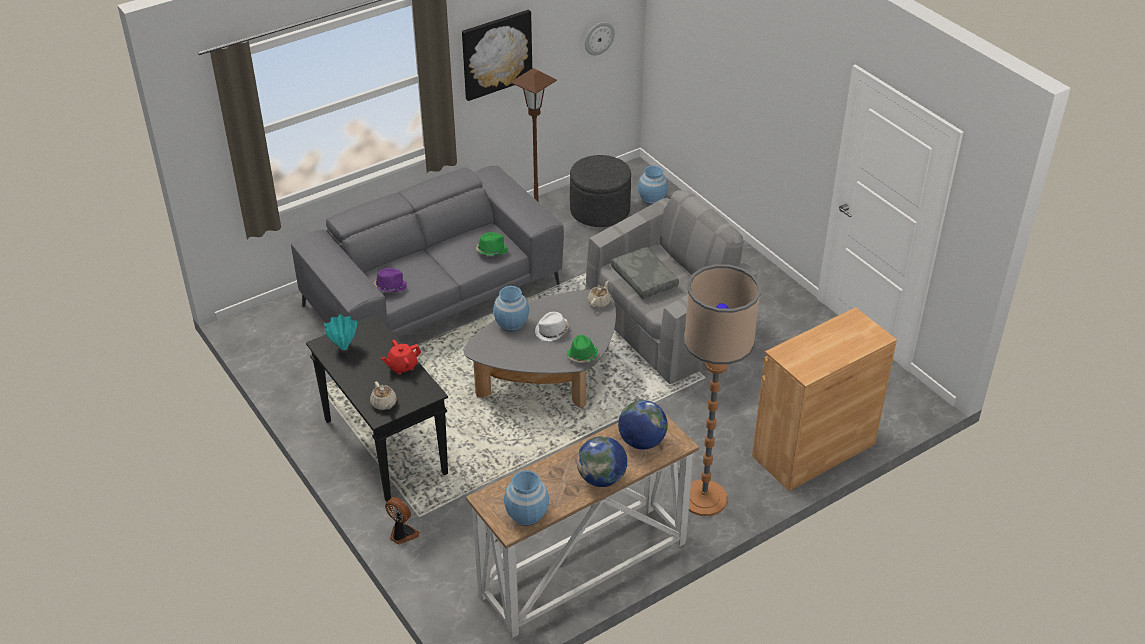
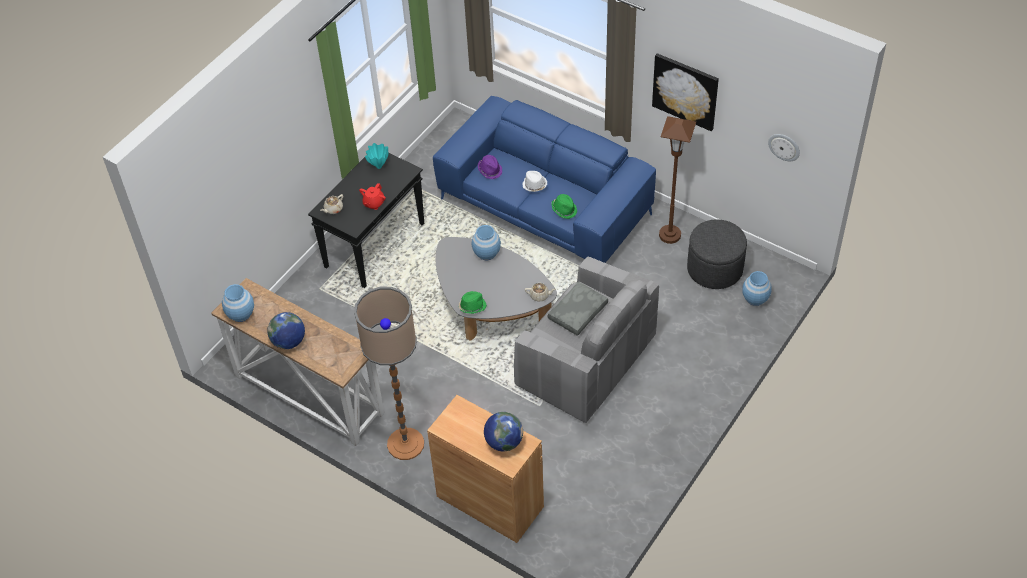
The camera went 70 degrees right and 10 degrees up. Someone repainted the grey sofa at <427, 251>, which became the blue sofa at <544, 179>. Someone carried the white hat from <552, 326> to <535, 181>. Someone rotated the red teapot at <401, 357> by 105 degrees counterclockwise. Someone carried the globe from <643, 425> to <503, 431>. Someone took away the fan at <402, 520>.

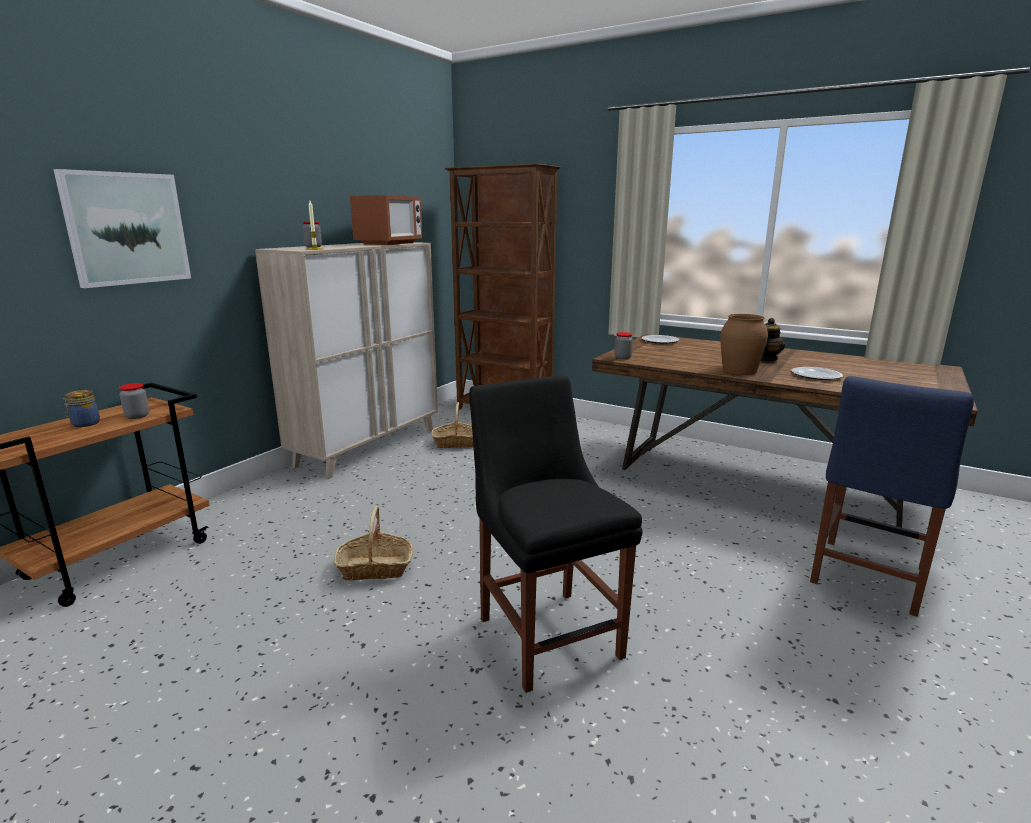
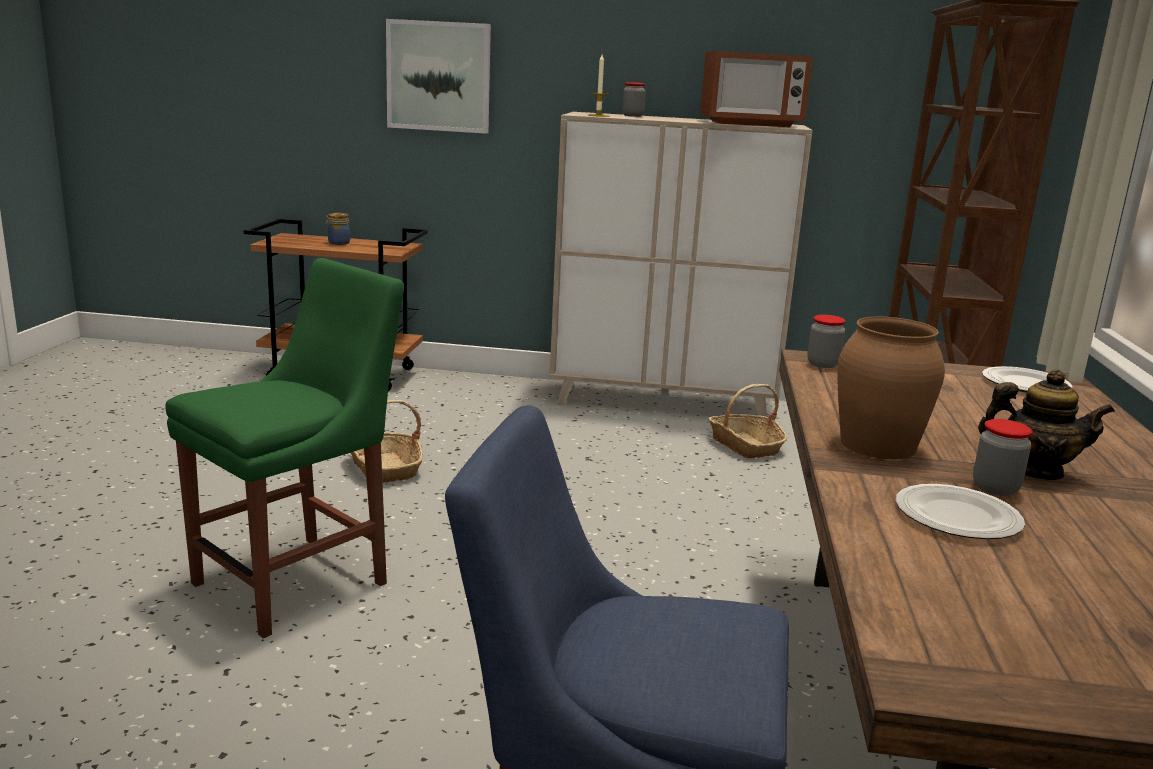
The camera went 65 degrees right and 0 degrees up. Someone repainted the black chair at <556, 534>, which became the green chair at <284, 448>. Someone carried the jar from <134, 401> to <1003, 457>.

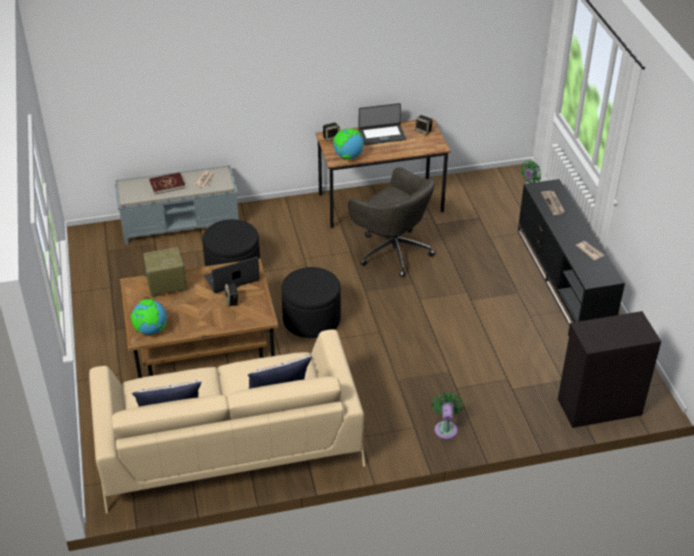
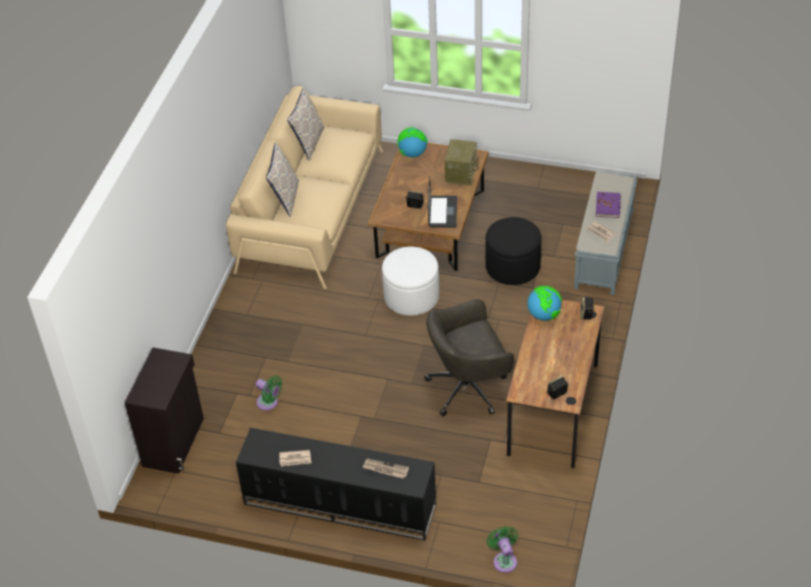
The camera went 120 degrees right and 5 degrees up. Someone took away the laptop at <382, 124>. Someone repainted the red book at <167, 183>, which became the purple book at <608, 205>. Someone repainted the black ottoman at <311, 302>, which became the white ottoman at <410, 281>. Someone carried the green fan from <448, 415> to <269, 393>.

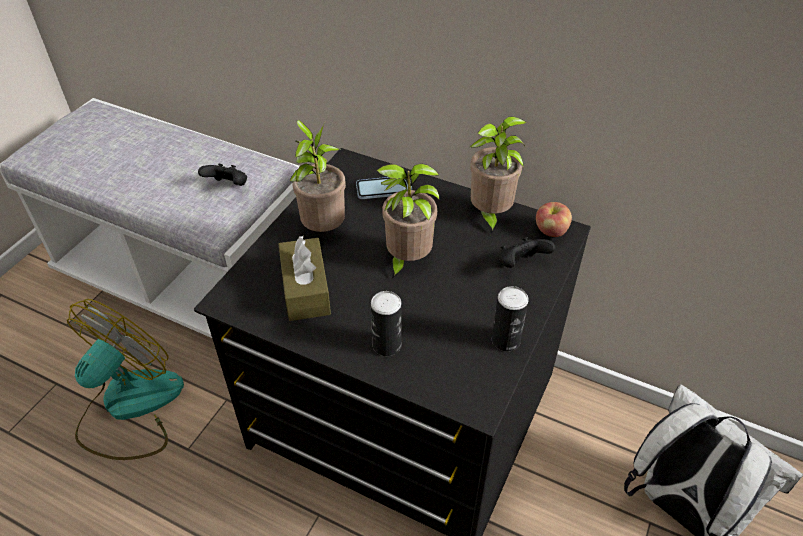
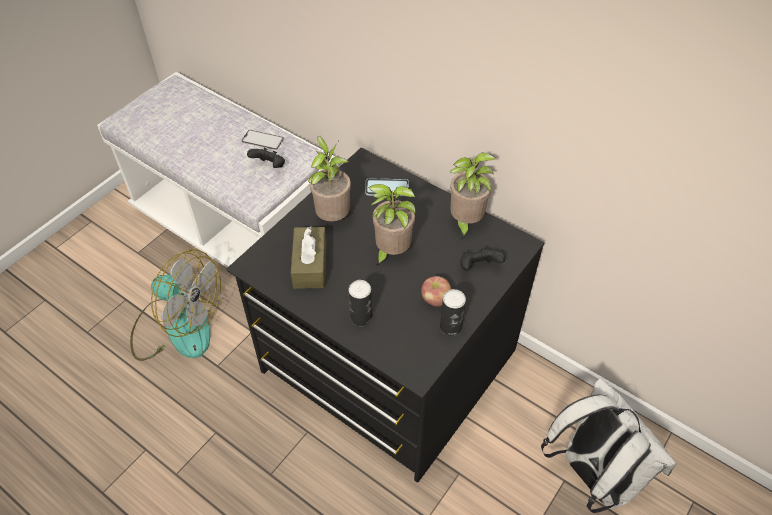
The camera went 10 degrees right and 5 degrees up. Someone carried the apple from <554, 219> to <436, 291>. Someone rotated the fan at <125, 379> by 75 degrees clockwise. Someone put down the phone at <263, 140>.

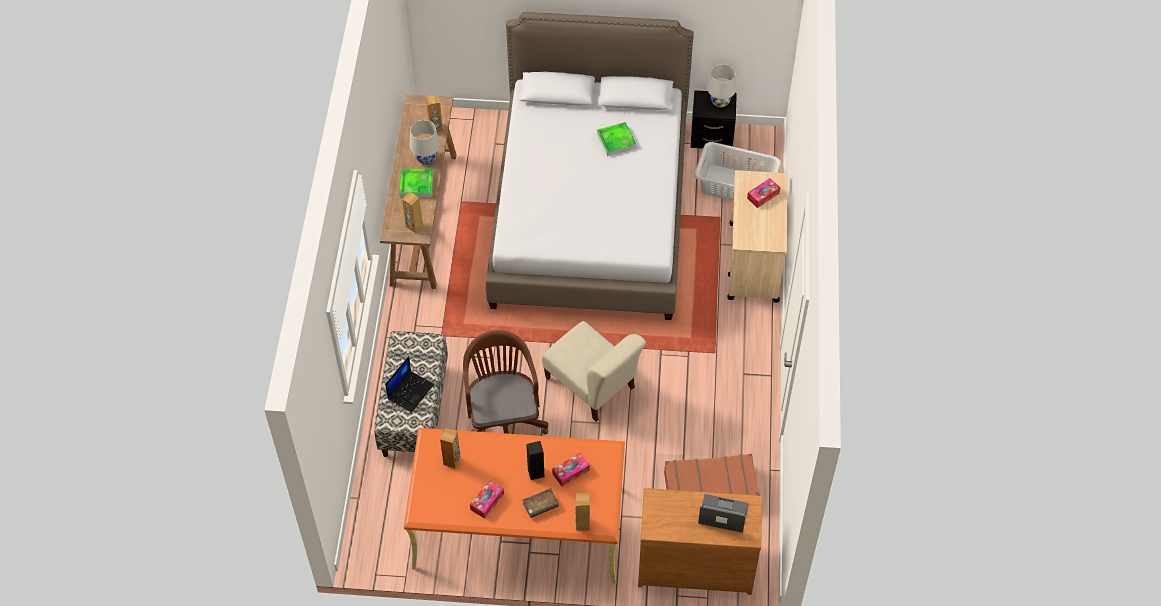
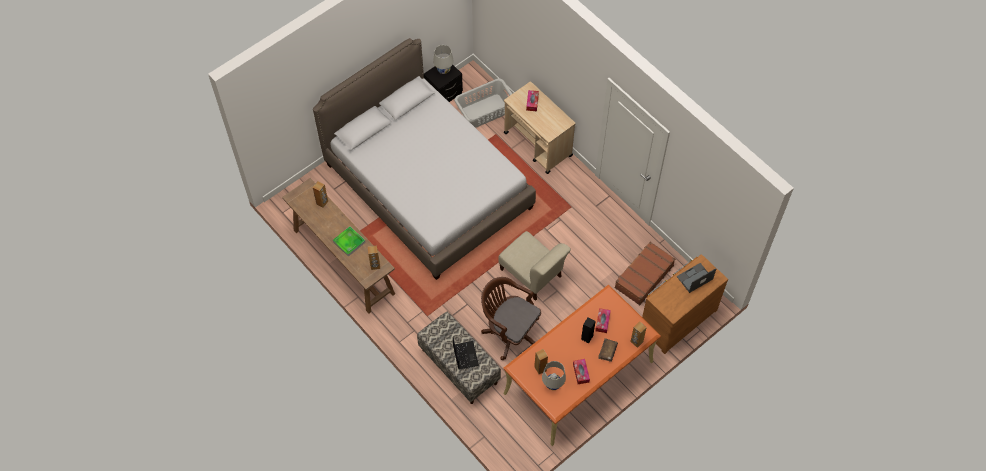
The camera went 45 degrees left and 5 degrees up. Someone carried the white table lamp from <425, 142> to <554, 375>. Someone took away the tray at <616, 139>. Someone rotated the beige chair at <594, 371> by 45 degrees clockwise.

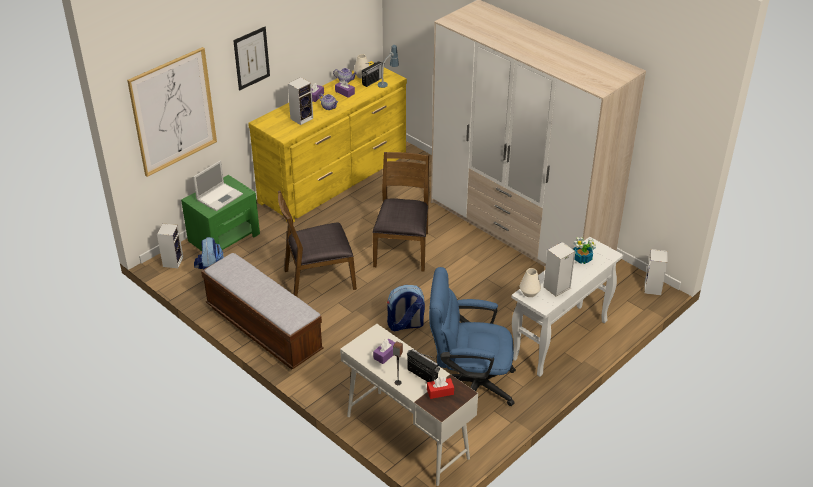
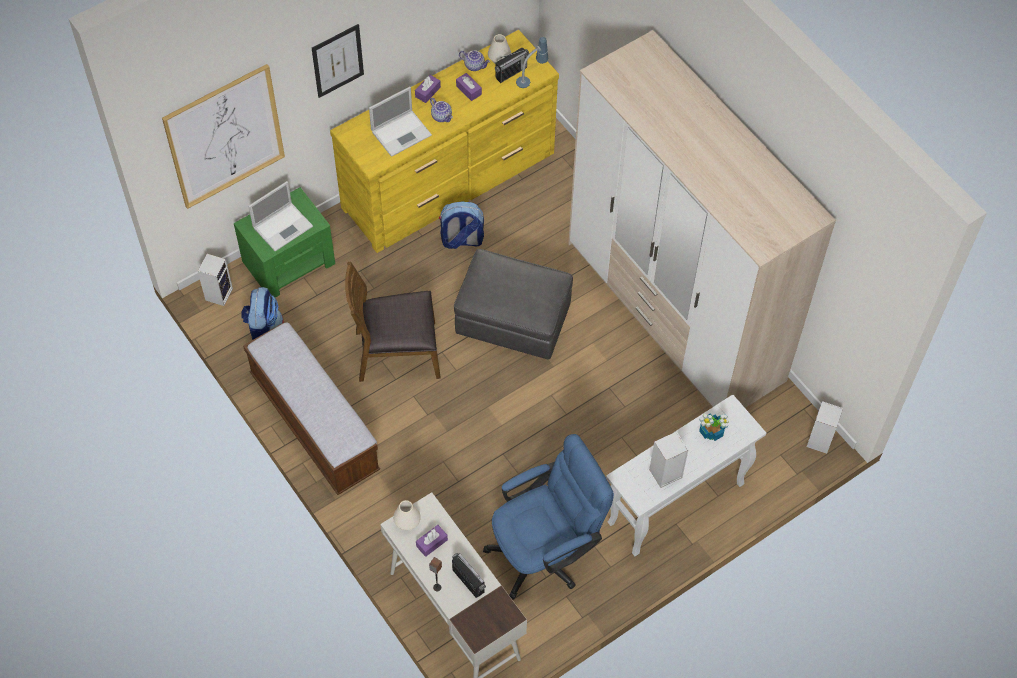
The camera went 10 degrees right and 20 degrees up. Someone swapped the speaker at <300, 101> for the laptop at <400, 122>. Someone swapped the brown chair at <400, 211> for the grey ottoman at <513, 304>. Someone rotated the blue office chair at <472, 336> by 135 degrees clockwise. Someone carried the white vase from <530, 282> to <407, 515>. Someone carried the backpack from <406, 308> to <461, 225>. Someone took away the red tissue box at <440, 387>.

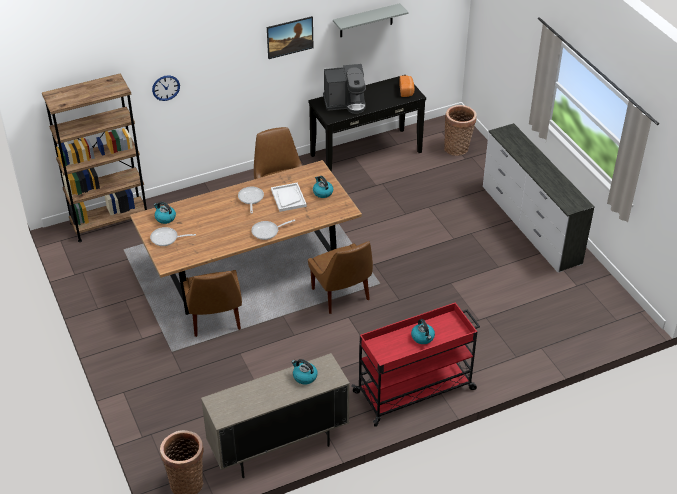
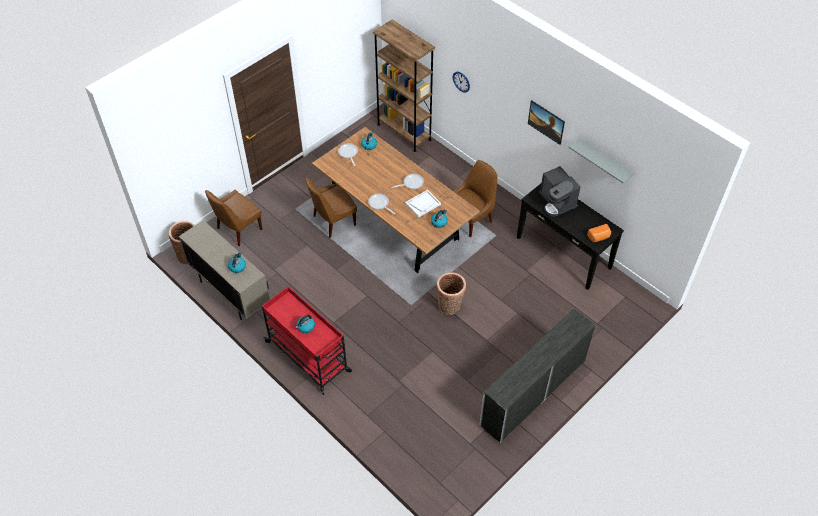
The camera went 70 degrees right and 10 degrees up. Someone carried the basket from <460, 130> to <451, 293>. Someone carried the brown chair from <340, 277> to <233, 218>.

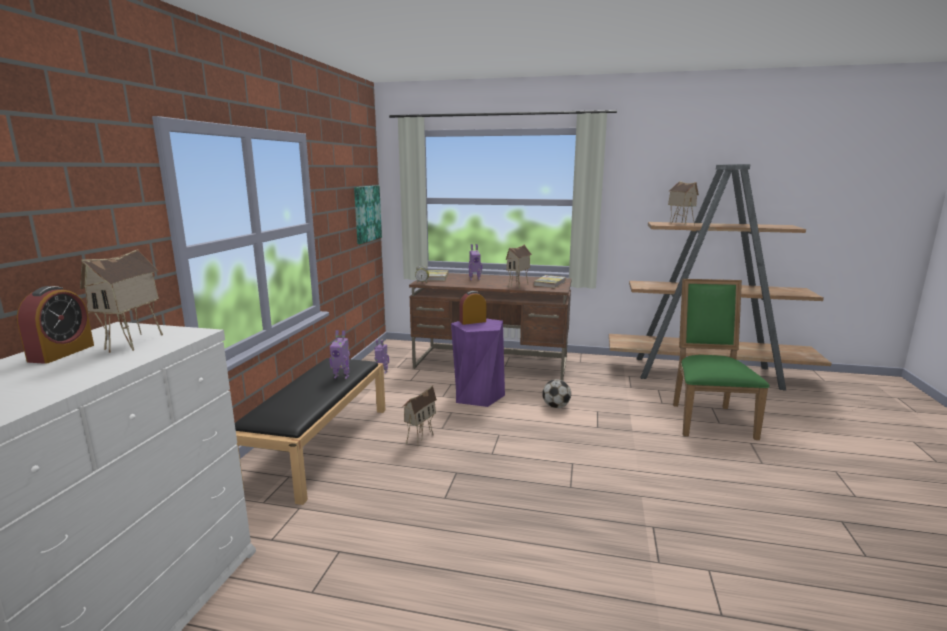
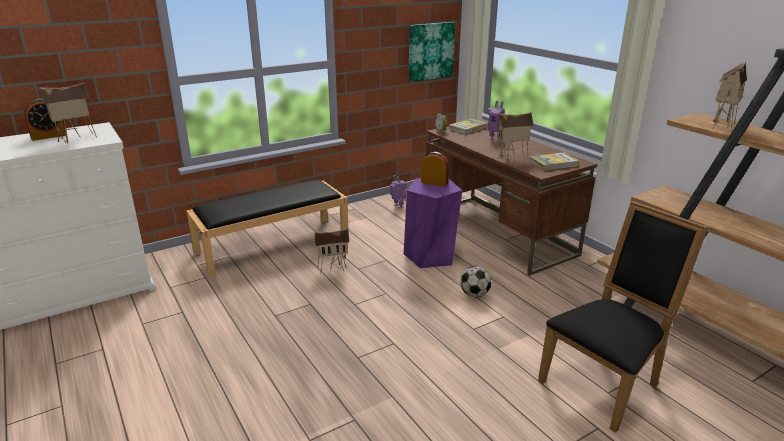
The camera went 45 degrees right and 10 degrees up. Someone repainted the green chair at <721, 359>, which became the black chair at <623, 317>. Someone took away the toy robot at <340, 354>.

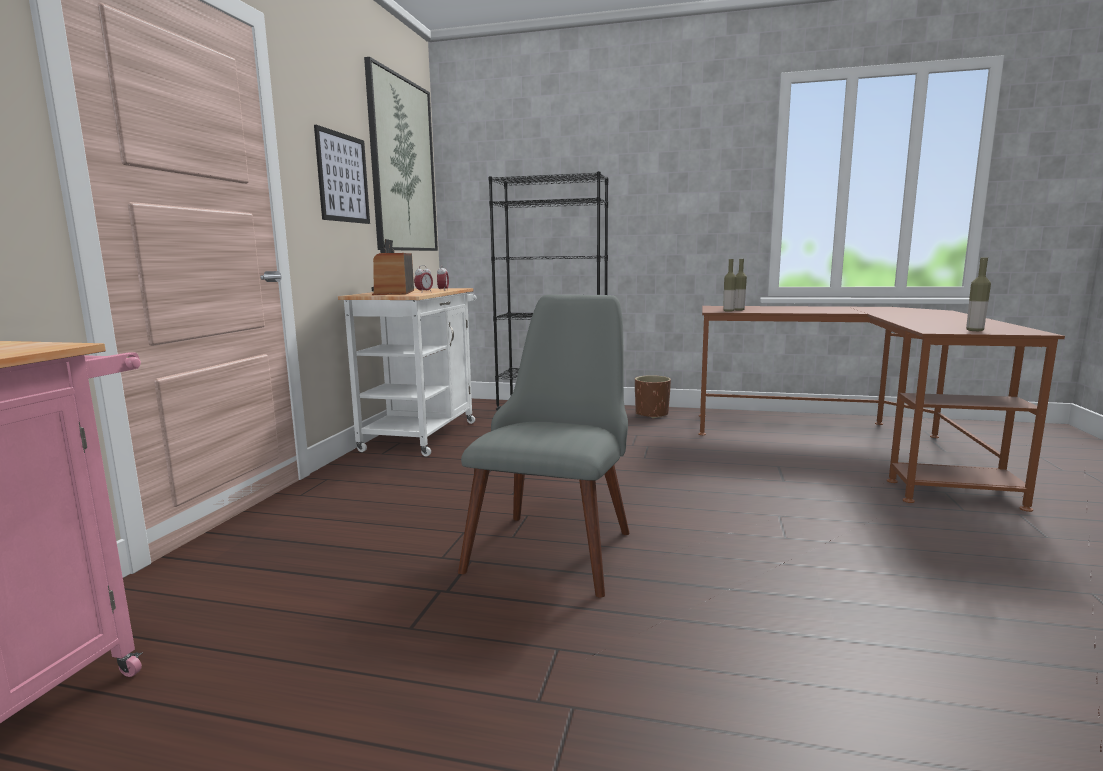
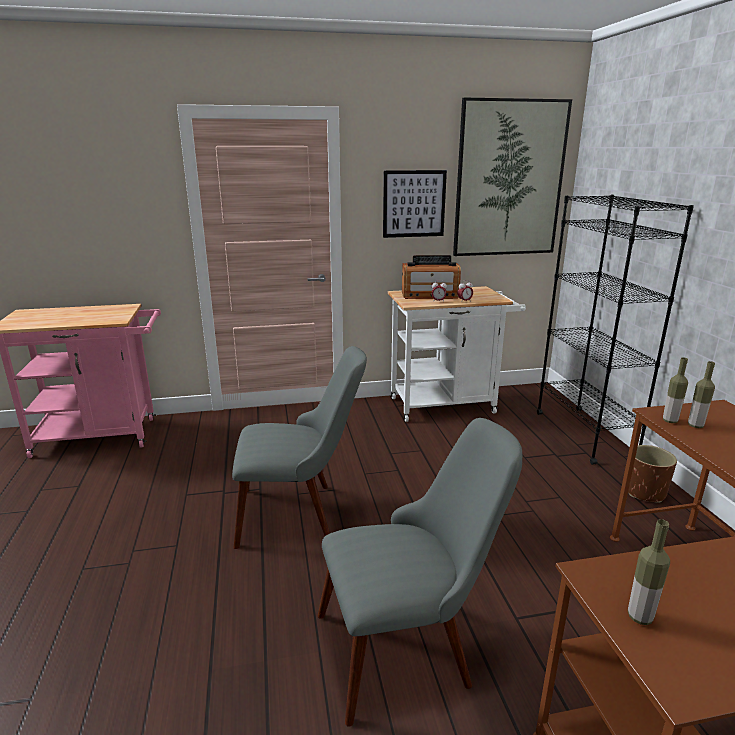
The camera went 65 degrees right and 10 degrees up. Someone rotated the radio at <393, 267> by 150 degrees counterclockwise. Someone put down the grey chair at <420, 572>.

